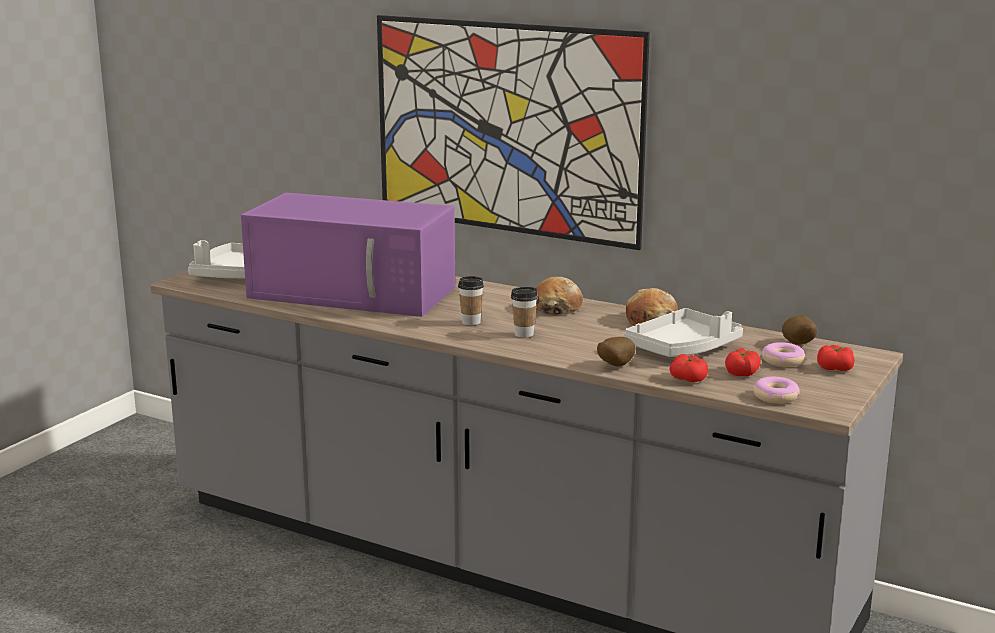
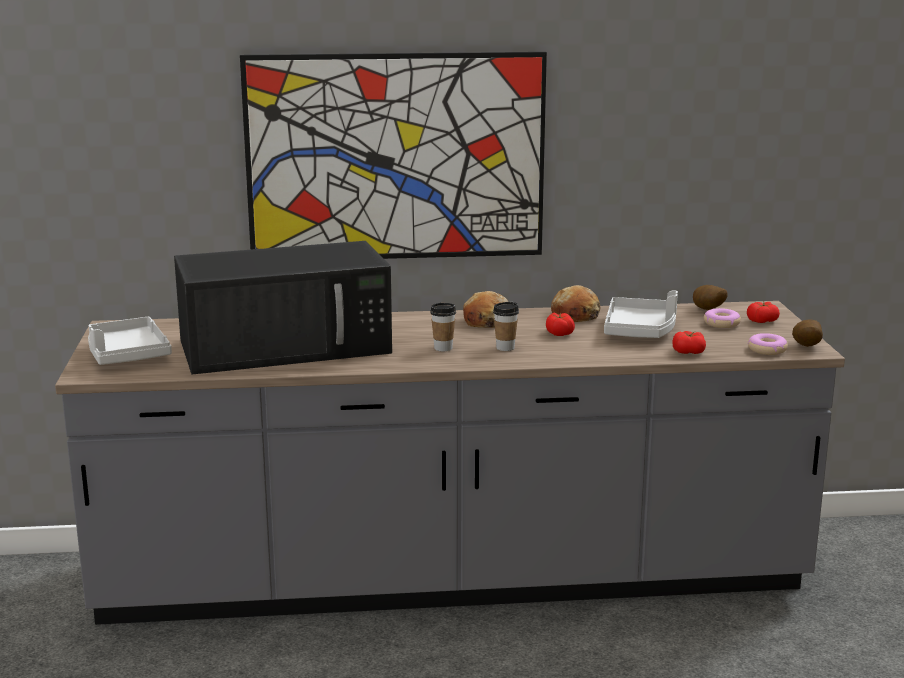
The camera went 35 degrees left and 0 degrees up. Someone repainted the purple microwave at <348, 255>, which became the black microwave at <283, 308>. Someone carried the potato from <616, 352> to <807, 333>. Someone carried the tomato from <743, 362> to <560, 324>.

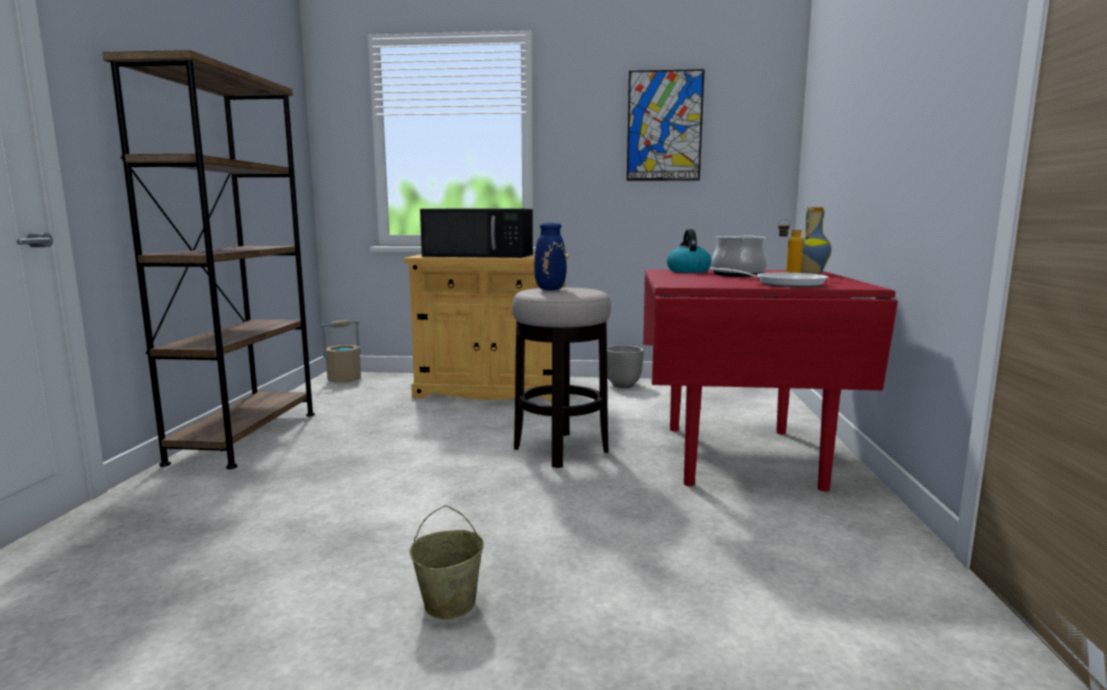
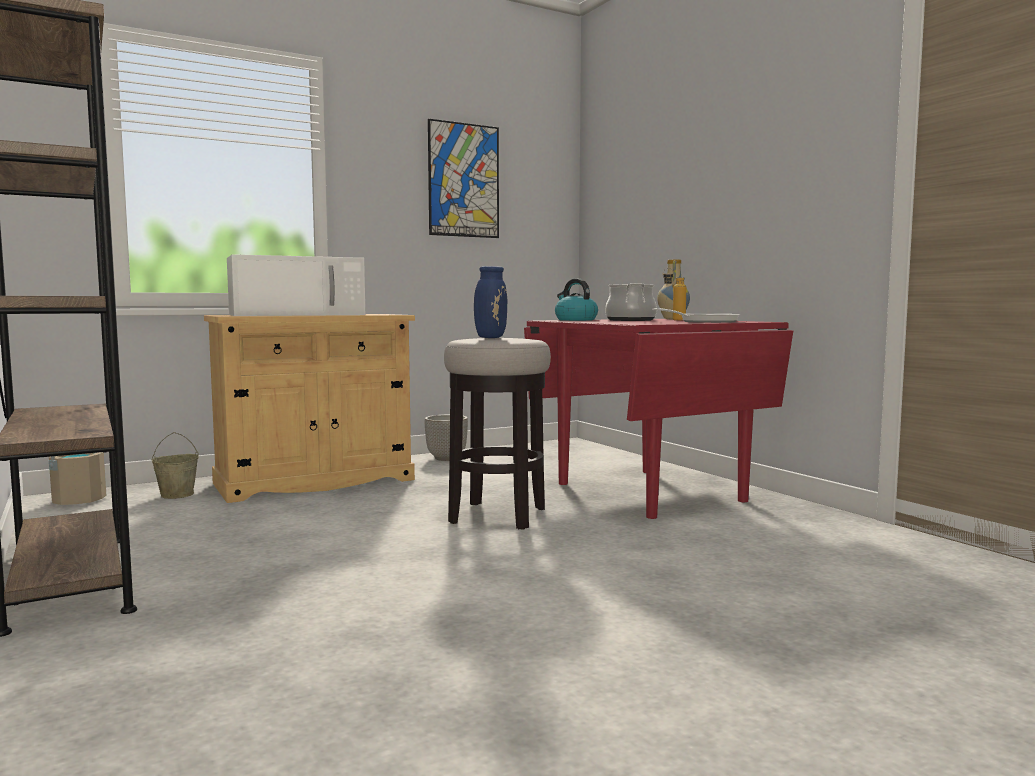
The camera went 35 degrees left and 5 degrees down. Someone repainted the black microwave at <476, 233>, which became the white microwave at <296, 285>. Someone carried the beige bucket from <447, 562> to <175, 465>.

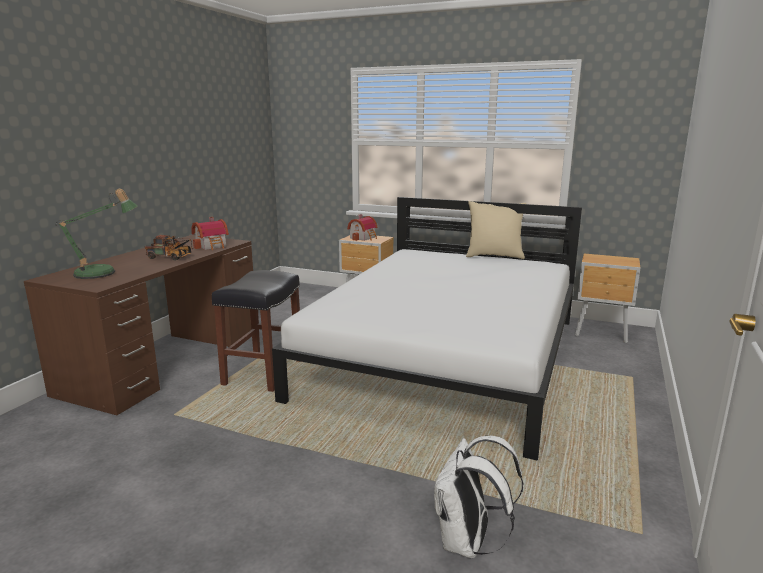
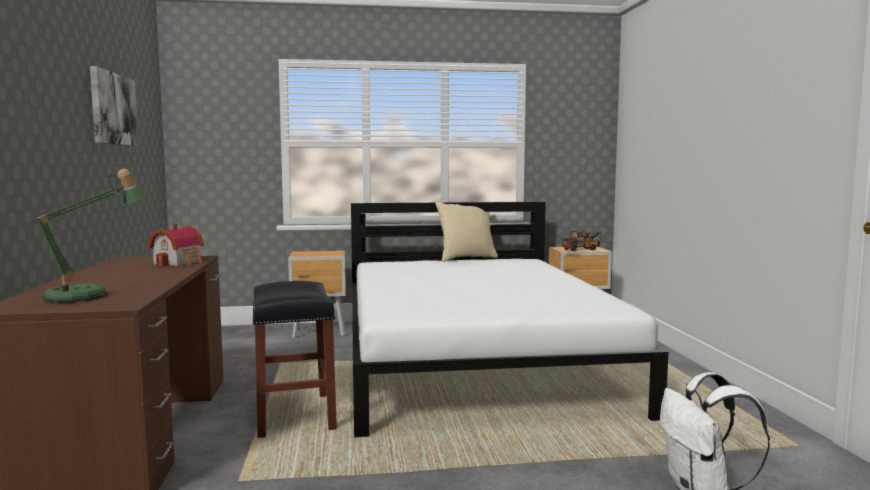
The camera went 30 degrees left and 10 degrees down. Someone took away the toy house at <362, 227>. Someone carried the toy truck from <168, 248> to <582, 241>. Someone put up the picture at <114, 106>.

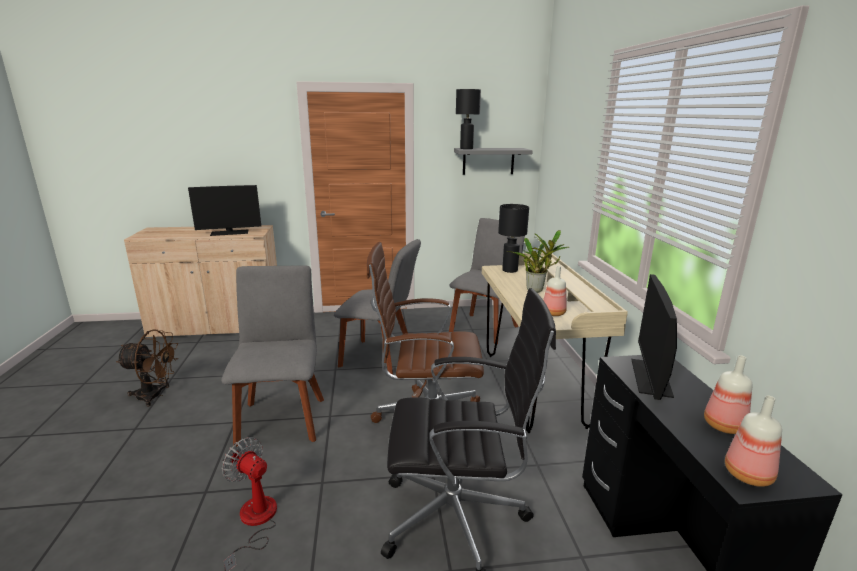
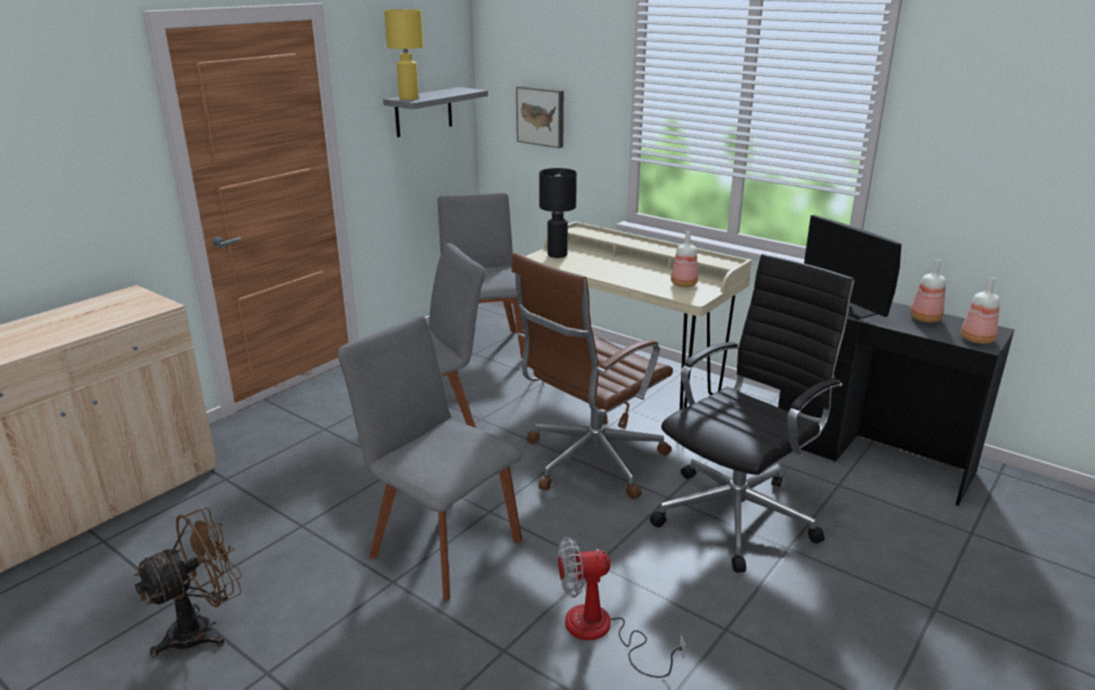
The camera went 45 degrees left and 5 degrees up. Someone repainted the black table lamp at <468, 119>, which became the yellow table lamp at <404, 54>. Someone took away the monitor at <224, 210>. Someone took away the potted plant at <538, 261>. Someone put up the picture at <540, 117>.

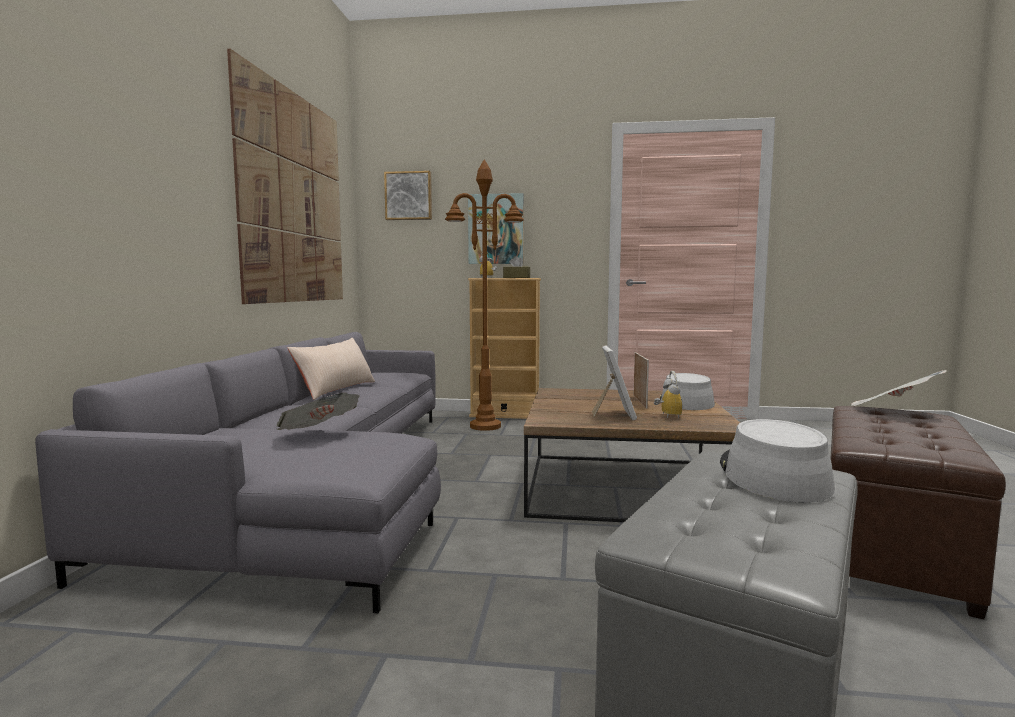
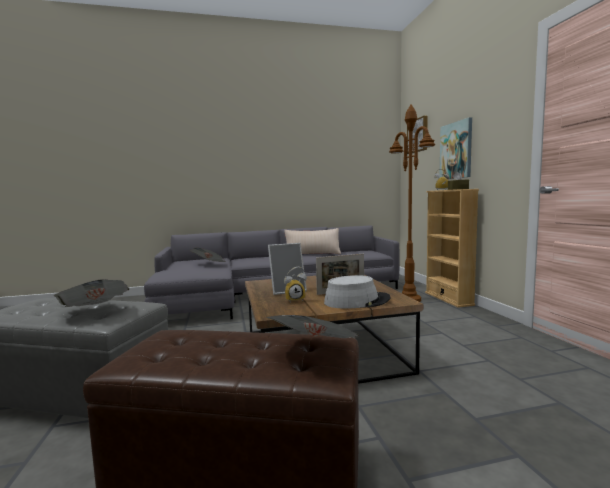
The camera went 70 degrees right and 0 degrees up. Someone took away the picture at <285, 176>. Someone swapped the grey hat at <777, 460> for the newspaper at <92, 293>.

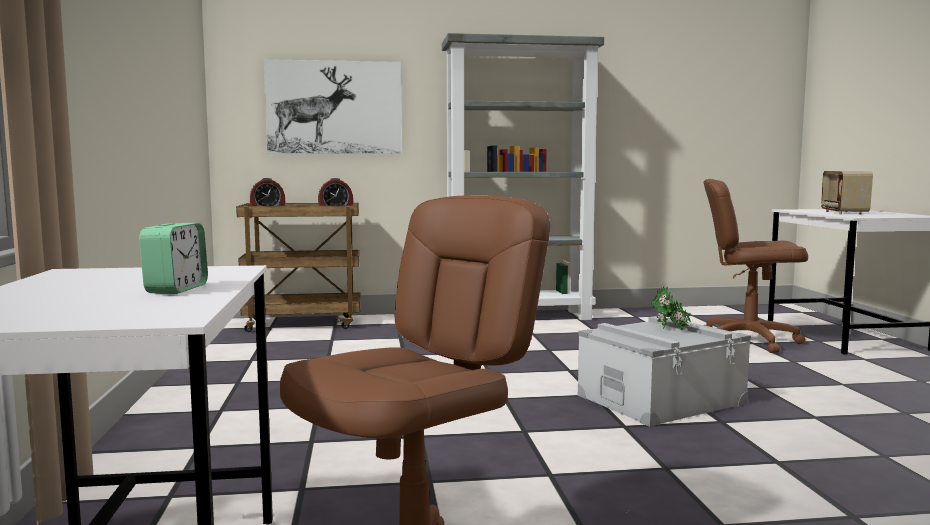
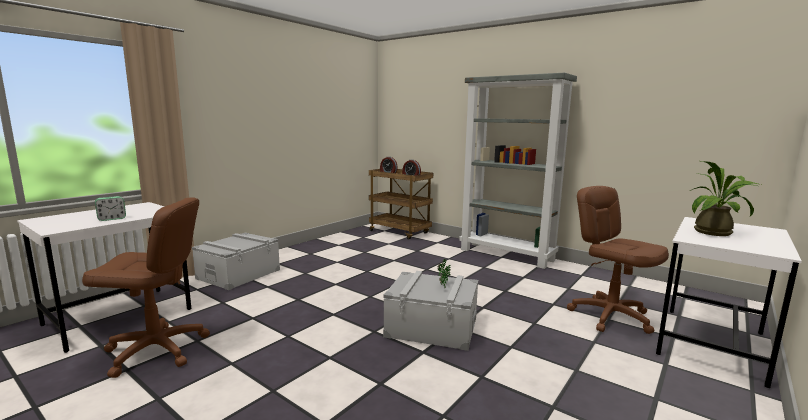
The camera went 45 degrees right and 5 degrees up. Someone took away the picture at <333, 106>. Someone swapped the radio at <847, 193> for the potted plant at <725, 198>. Someone put down the grey storage box at <236, 261>.

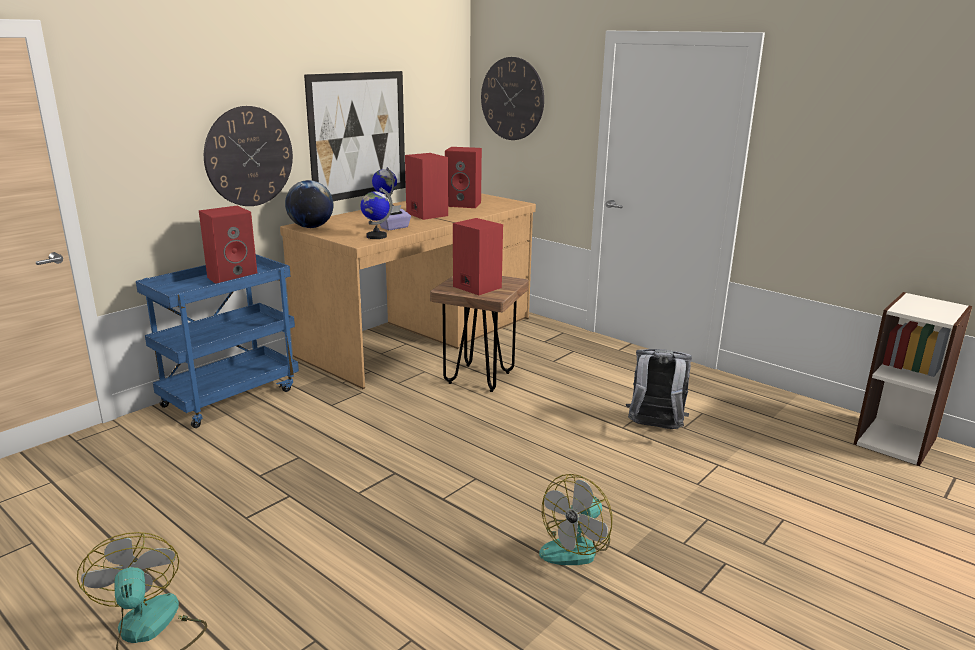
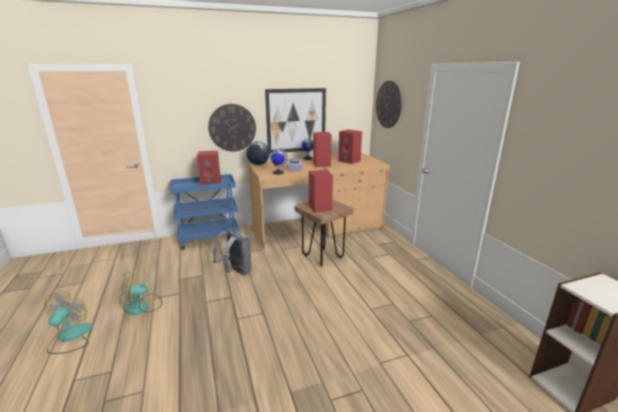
The camera went 30 degrees right and 0 degrees up. Someone carried the grey backpack from <659, 389> to <232, 252>. Someone carried the fan from <575, 519> to <141, 293>.

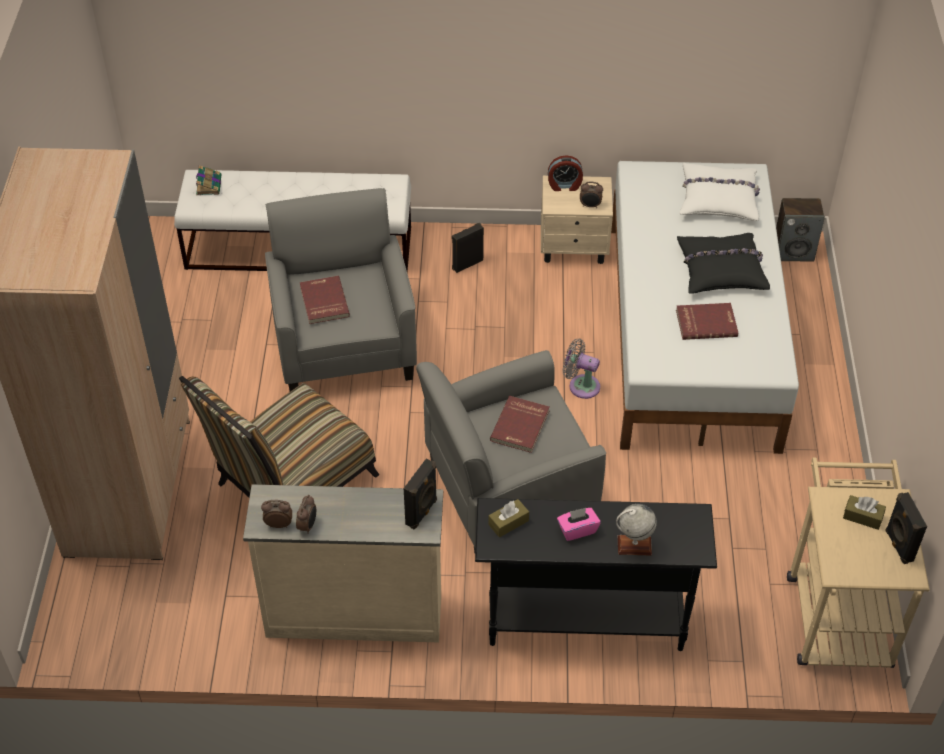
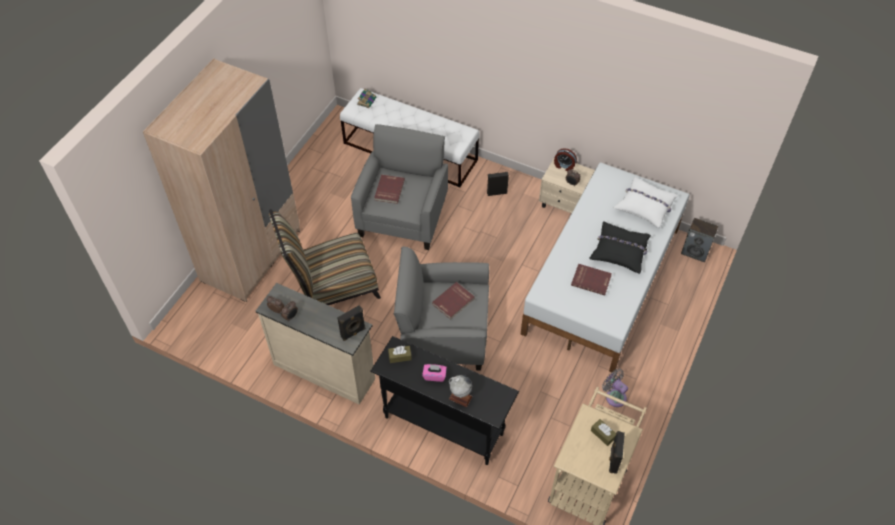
The camera went 25 degrees right and 5 degrees up. Someone carried the grey fan from <581, 368> to <615, 388>.

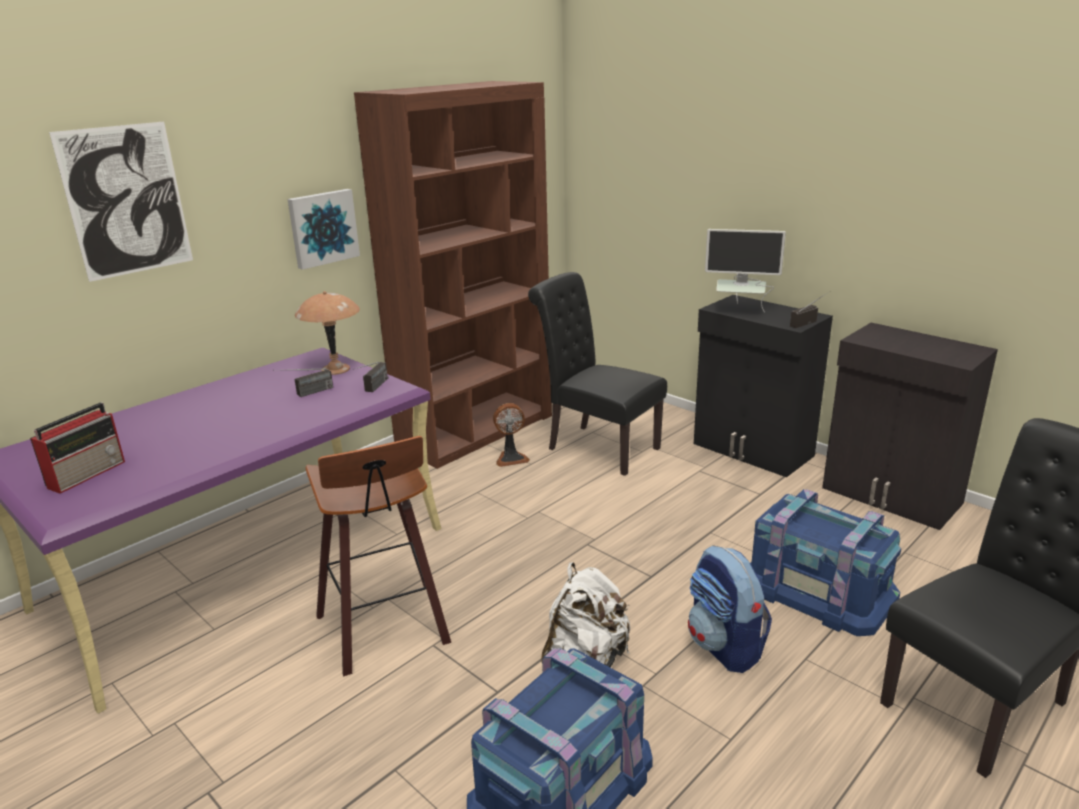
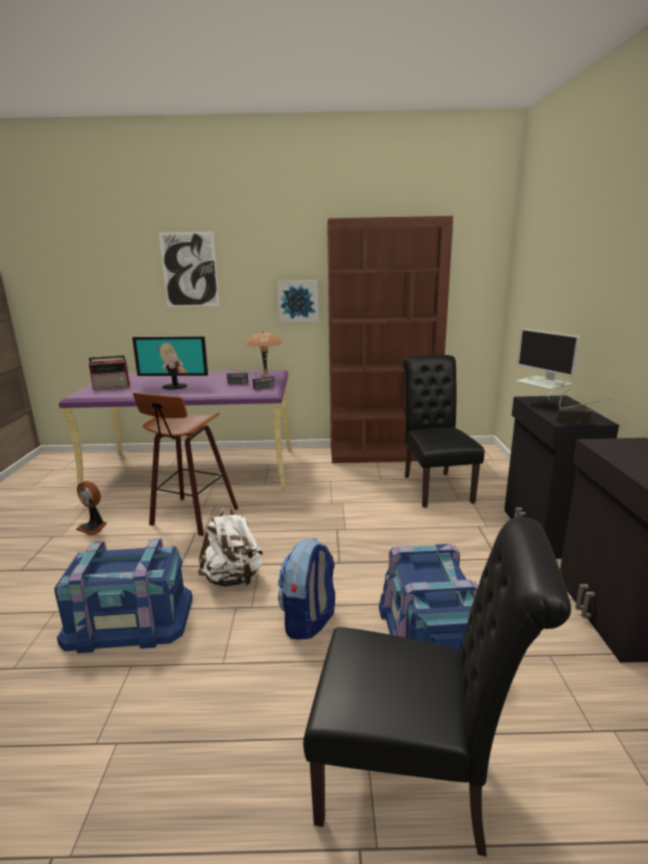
The camera went 45 degrees right and 5 degrees down. Someone carried the fan from <511, 435> to <91, 508>. Someone put down the monitor at <170, 363>.

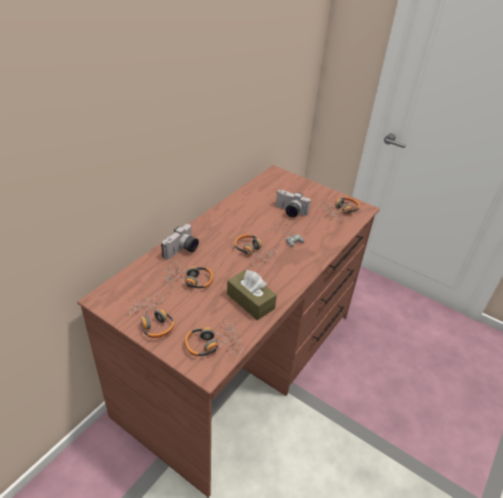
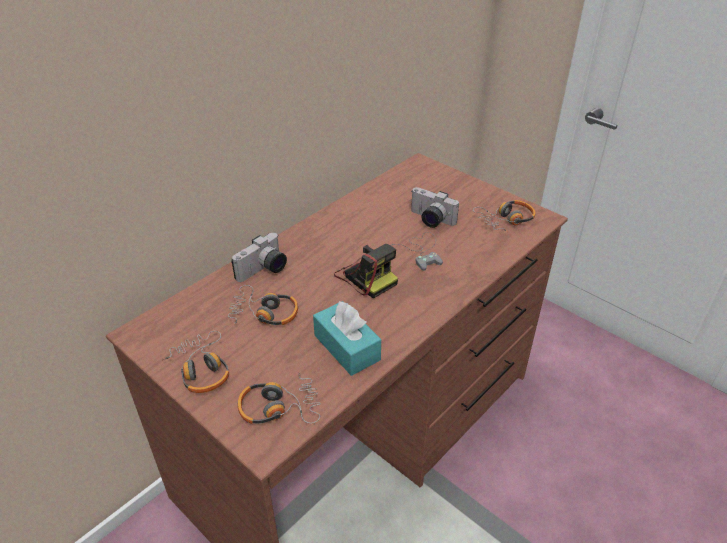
The camera went 10 degrees right and 0 degrees up. Someone swapped the headphones at <255, 250> for the photo camera at <366, 271>. Someone repainted the brown tissue box at <252, 295>, which became the turquoise tissue box at <347, 338>.

